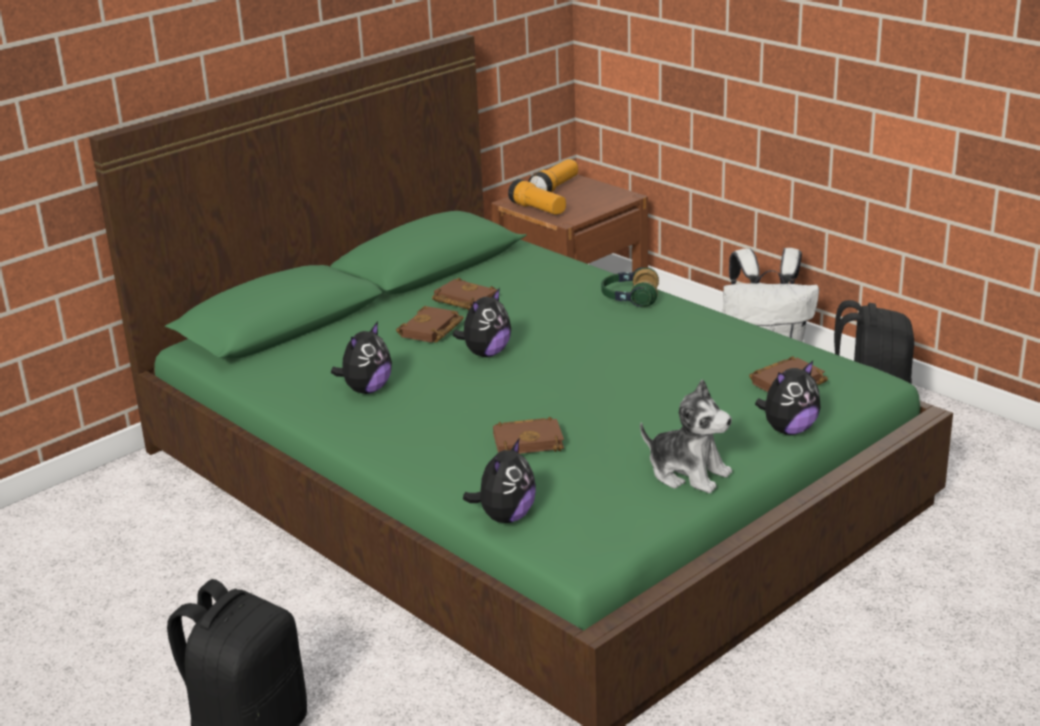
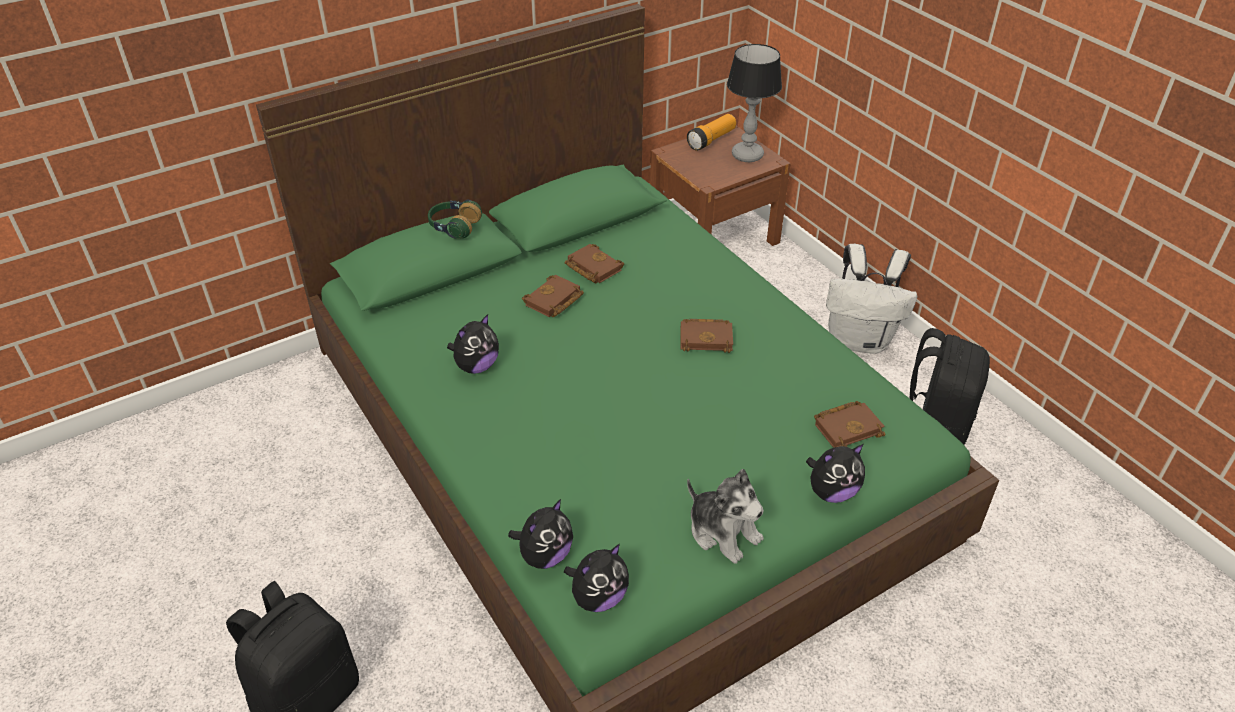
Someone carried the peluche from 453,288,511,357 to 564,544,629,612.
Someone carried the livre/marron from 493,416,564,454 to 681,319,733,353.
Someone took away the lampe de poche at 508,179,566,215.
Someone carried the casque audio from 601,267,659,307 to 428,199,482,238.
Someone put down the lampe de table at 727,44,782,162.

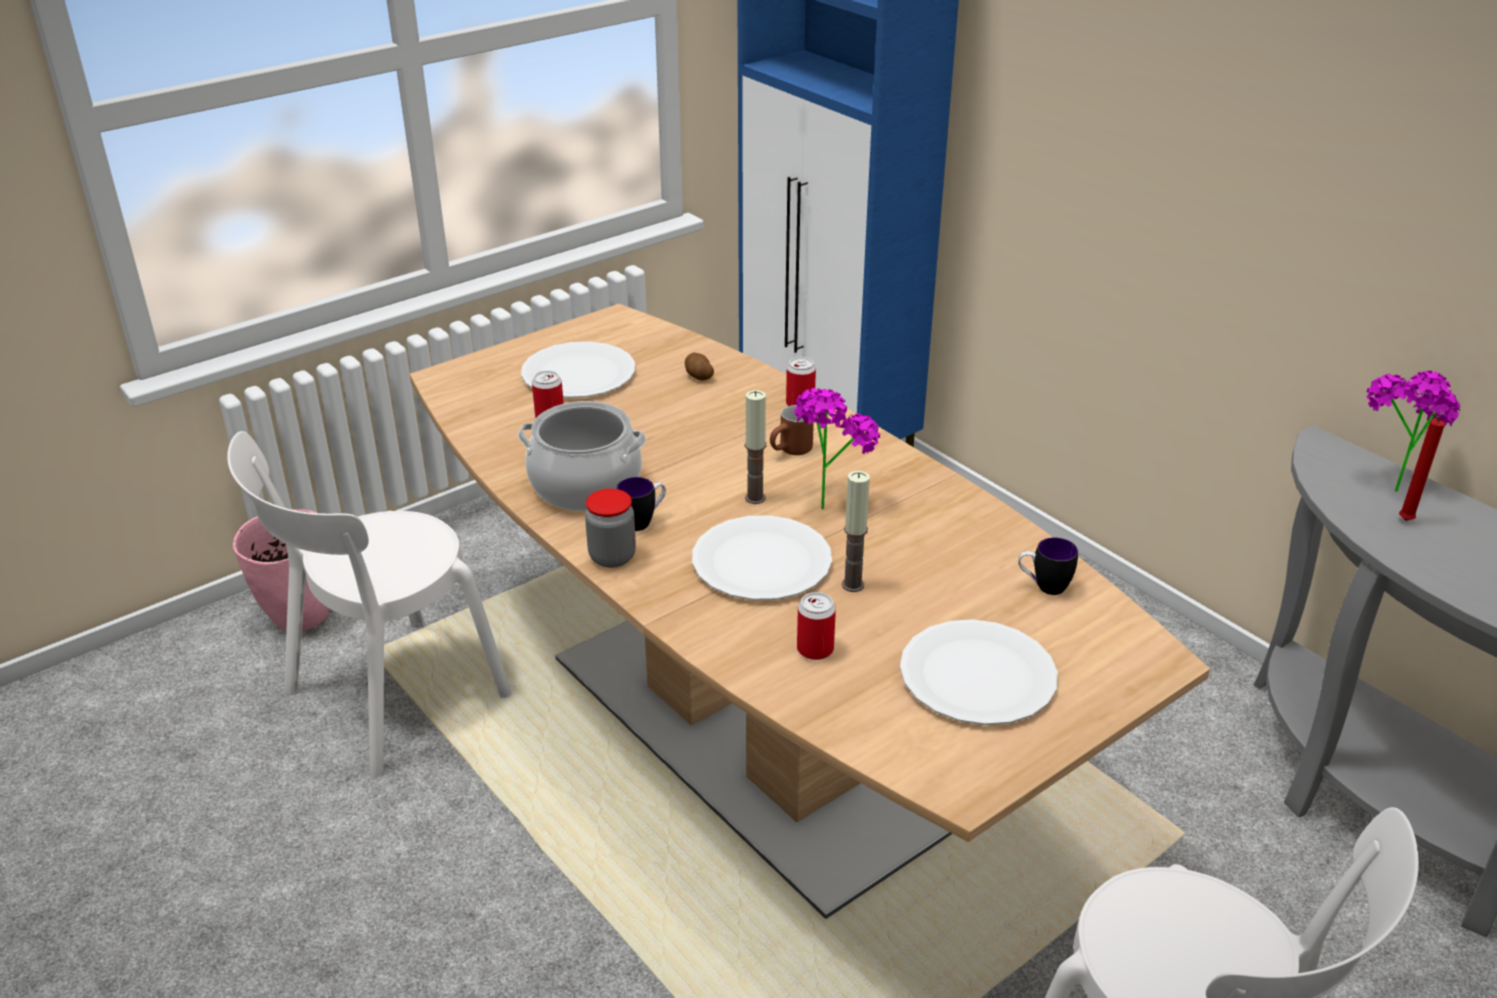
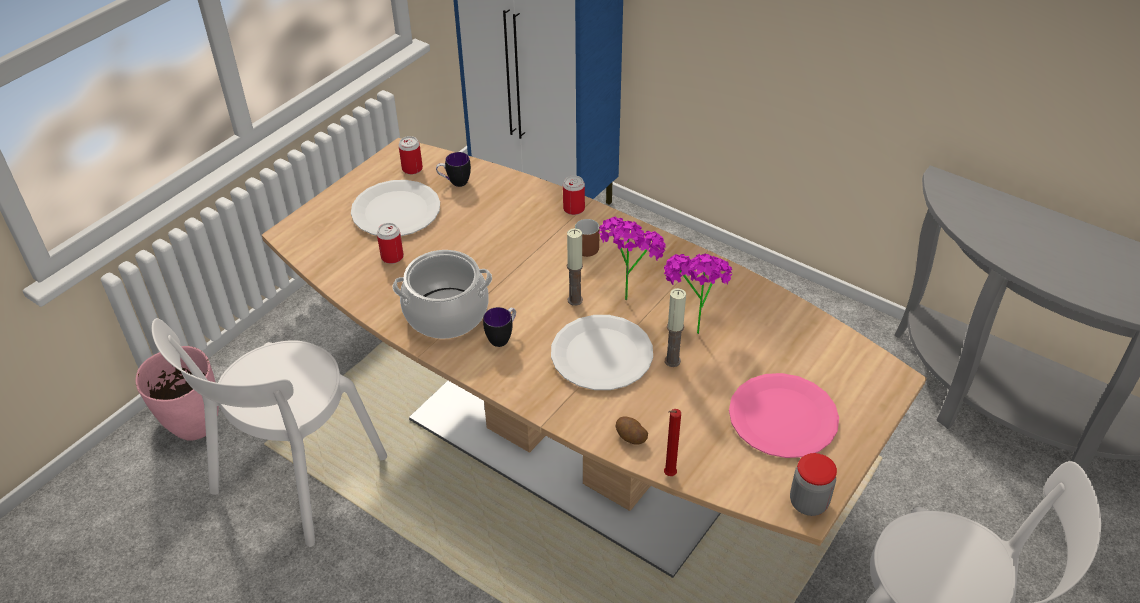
Someone carried the bocal from 585,489,636,568 to 790,453,837,516.
Someone carried the pomme de terre from 685,353,714,381 to 616,416,648,445.
Someone carried the boîte métallique from 797,592,836,660 to 399,136,423,174.
Someone repainted the assiette/blanc at 900,619,1058,725, which became the assiette/rose at 729,373,839,458.
Someone carried the mug from 1018,537,1078,595 to 436,152,471,187.
Someone carried the plante en pot from 1367,371,1460,492 to 664,253,732,334.
Someone carried the bougie/rouge from 1399,414,1445,521 to 664,409,681,476.

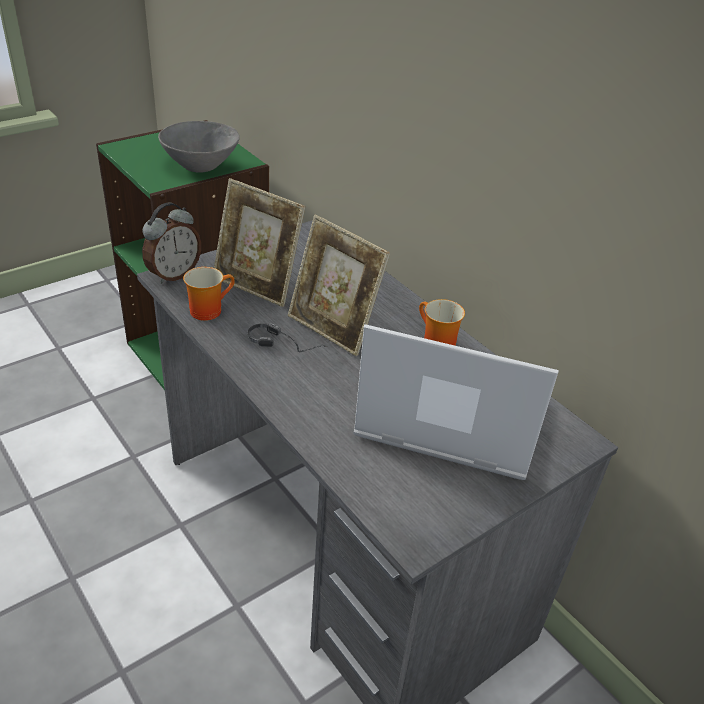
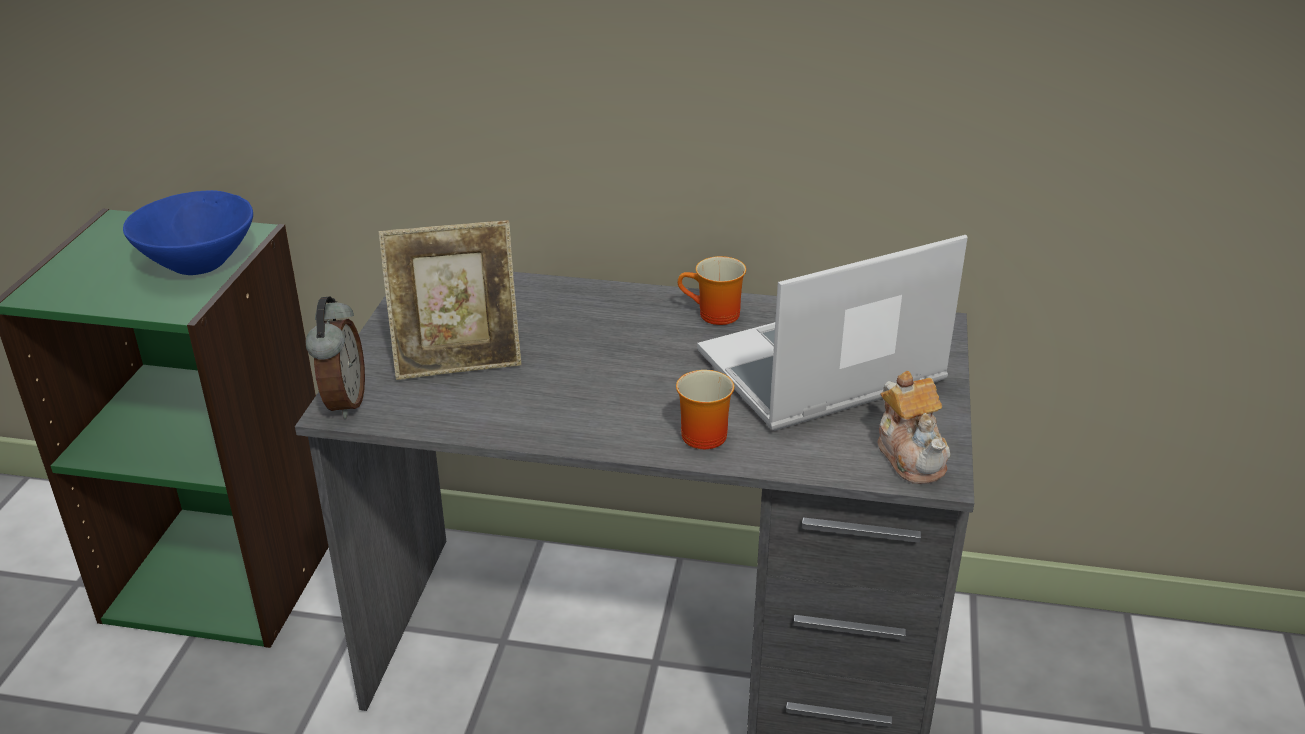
Someone repainted the bol/gris at 158,121,240,173, which became the bol/bleu at 123,190,253,275.
Someone carried the mug from 183,267,235,321 to 676,370,734,449.
Someone took away the casque audio at 248,323,327,352.
Someone took away the cadre photo at 288,215,390,356.
Someone put down the théière at 878,371,950,484.

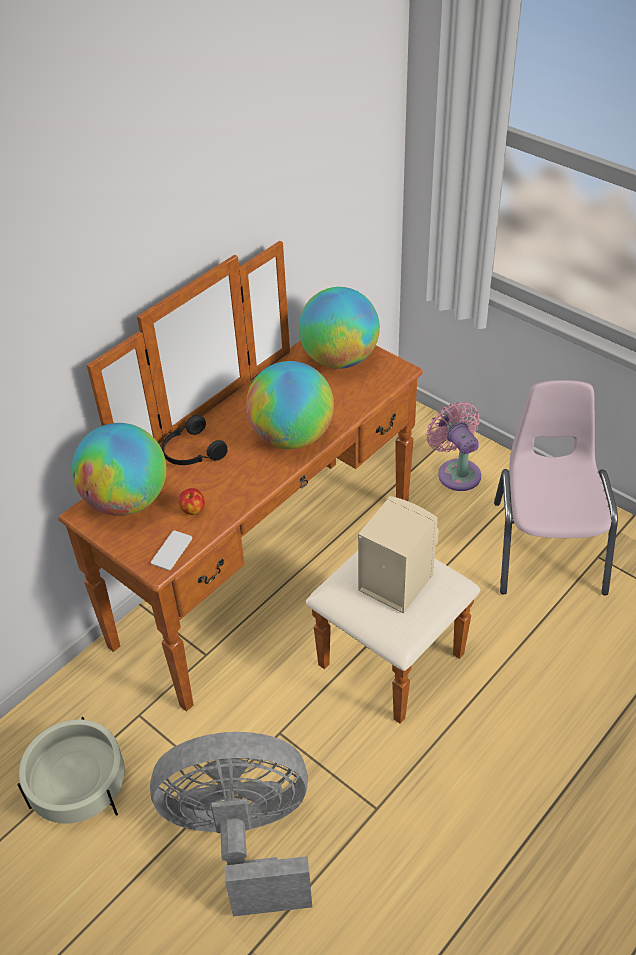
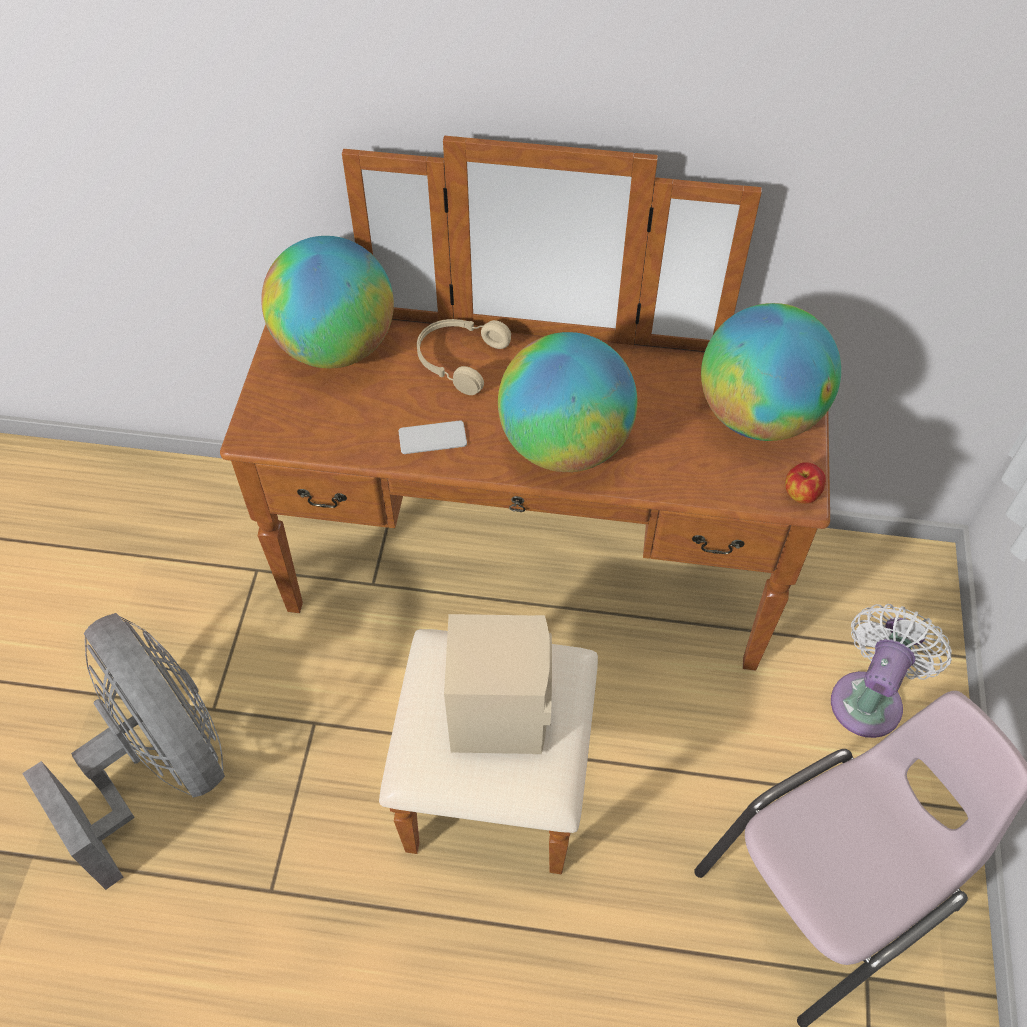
Someone took away the cache-pot/beige at 17,717,125,824.
Someone carried the téléphone from 151,531,192,570 to 398,421,467,454.
Someone repainted the casque audio/noir at 162,415,227,465, which became the casque audio/beige at 417,319,511,395.
Someone carried the pomme from 179,488,205,515 to 785,462,826,504.
Someone repainted the ventilateur/rose at 426,402,481,491, which became the ventilateur/blanc at 831,604,952,738.

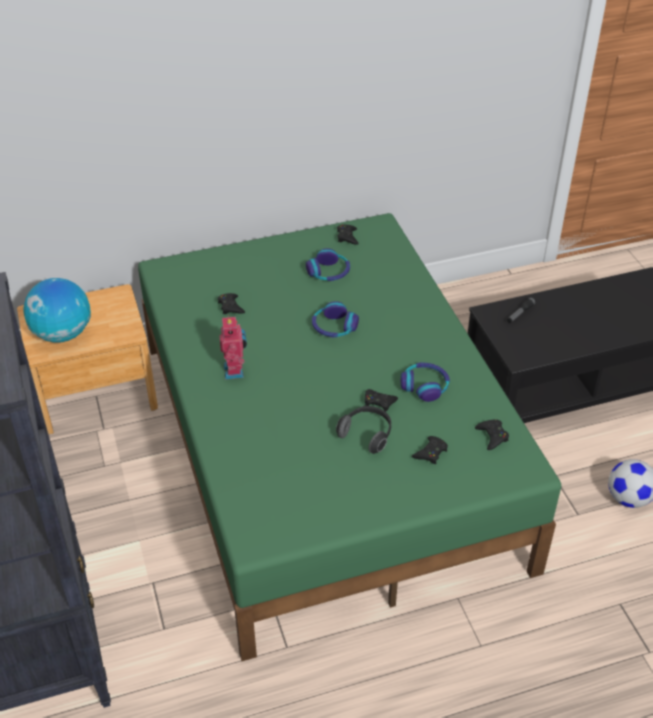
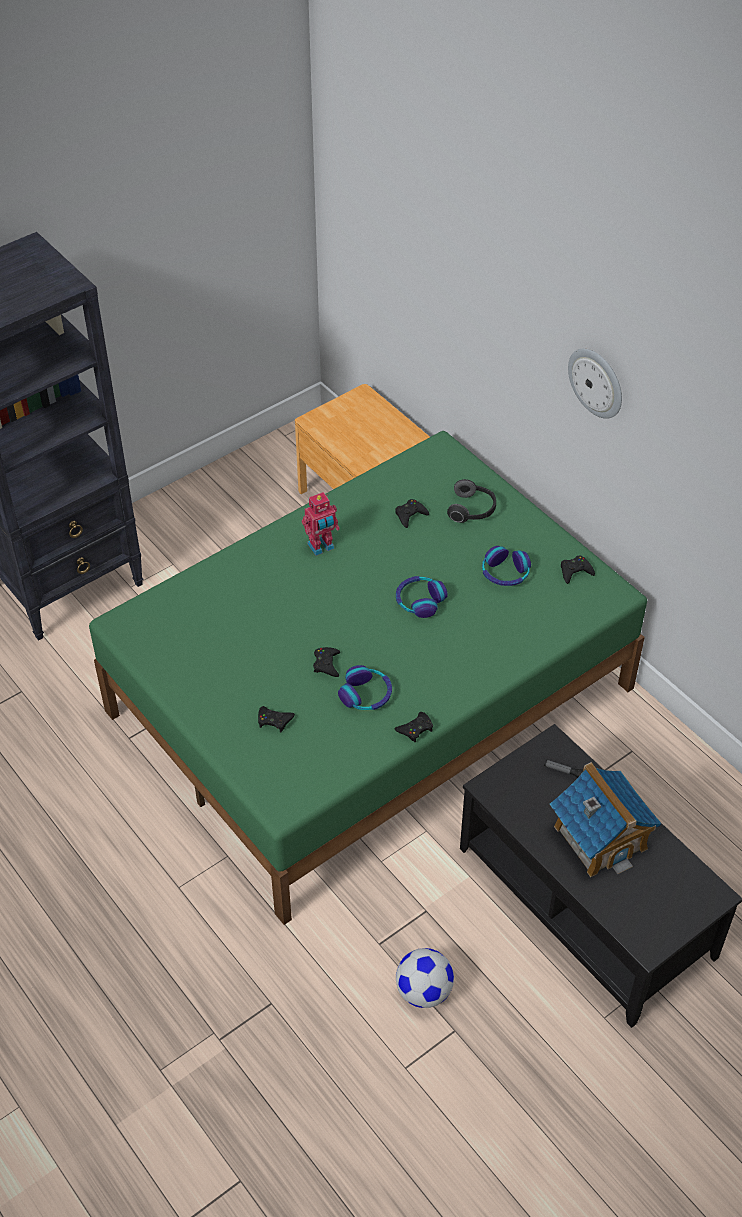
Someone took away the globe at 23,278,91,343.
Someone carried the casque audio from 336,406,391,454 to 447,479,496,523.
Someone carried the manette/noir from 475,419,509,450 to 394,712,433,742.
Someone put down the maison miniature at 550,762,662,877.
Someone put up the horloge murale at 568,348,622,419.

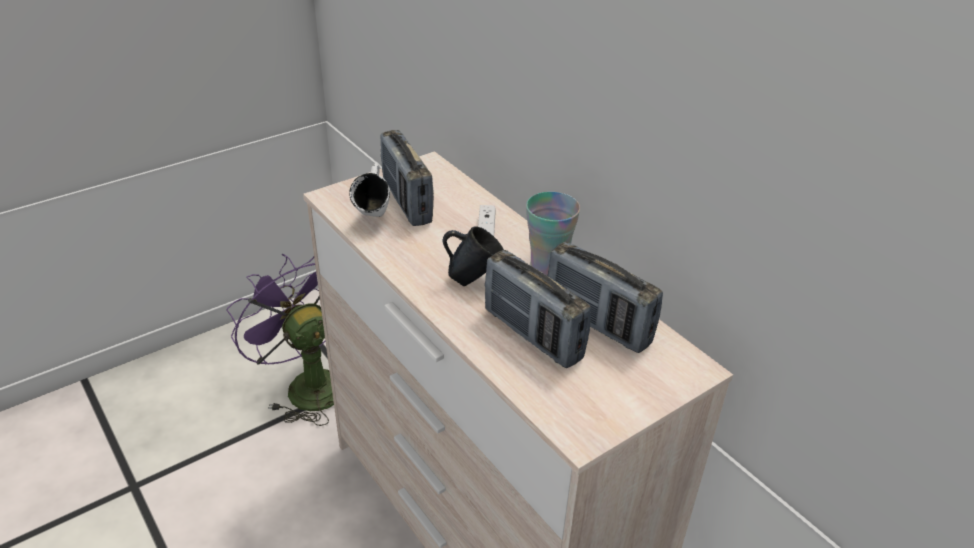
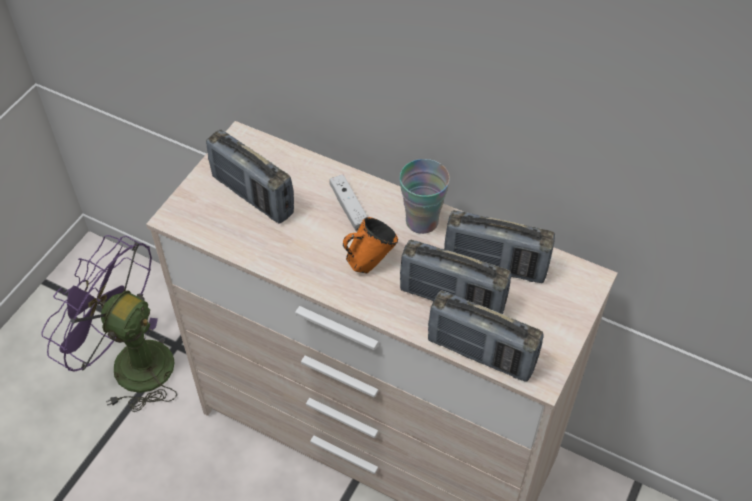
Someone took away the mug/blanc at 349,163,390,217.
Someone repainted the mug/bleu at 442,226,504,286, which became the mug/orange at 343,217,398,273.
Someone put down the radio at 428,290,543,382.

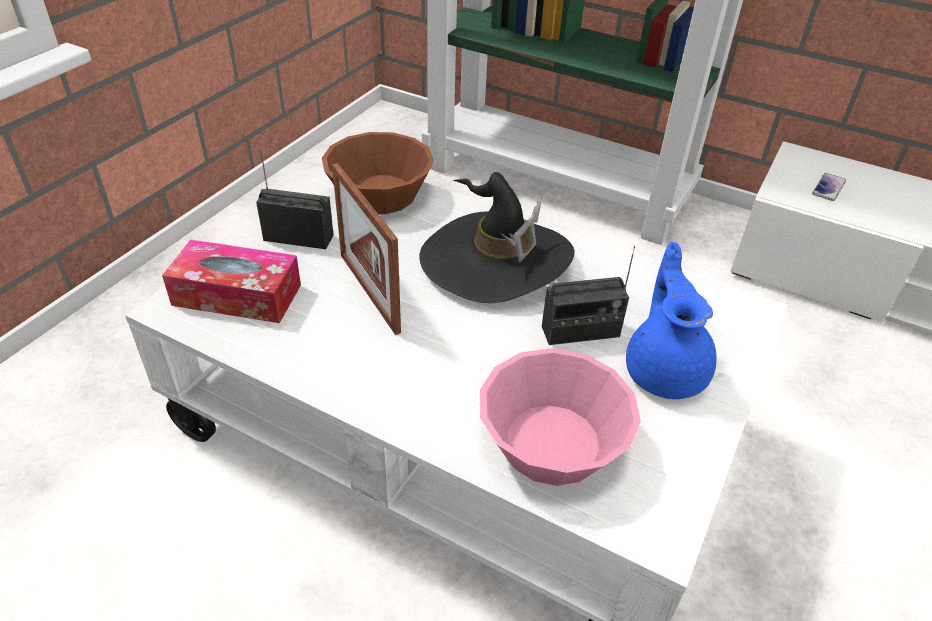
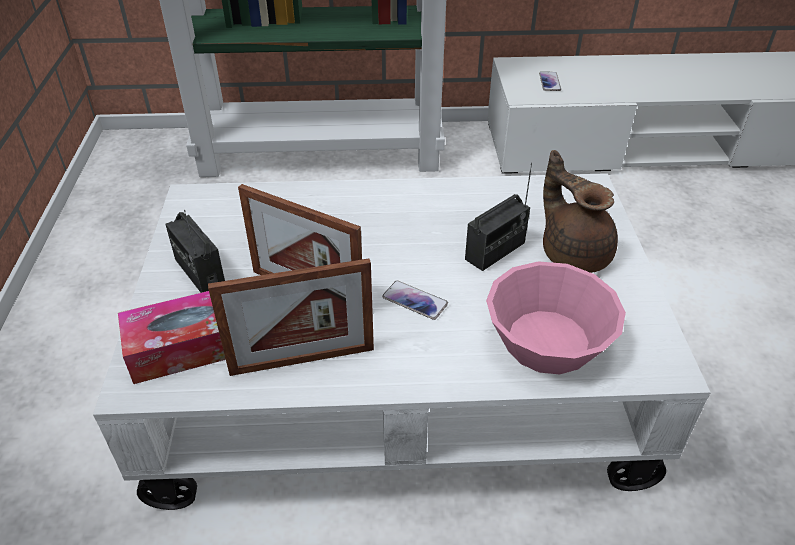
Someone rotated the radio at 256,143,334,249 by 105 degrees counterclockwise.
Someone took away the bol/marron at 322,132,434,214.
Someone took away the chapeau/noir at 419,172,575,303.
Someone repainted the théière/bleu at 626,242,716,399, which became the théière/marron at 543,150,618,273.
Someone put down the cadre photo at 208,258,374,376.
Someone put down the téléphone at 382,281,448,320.

